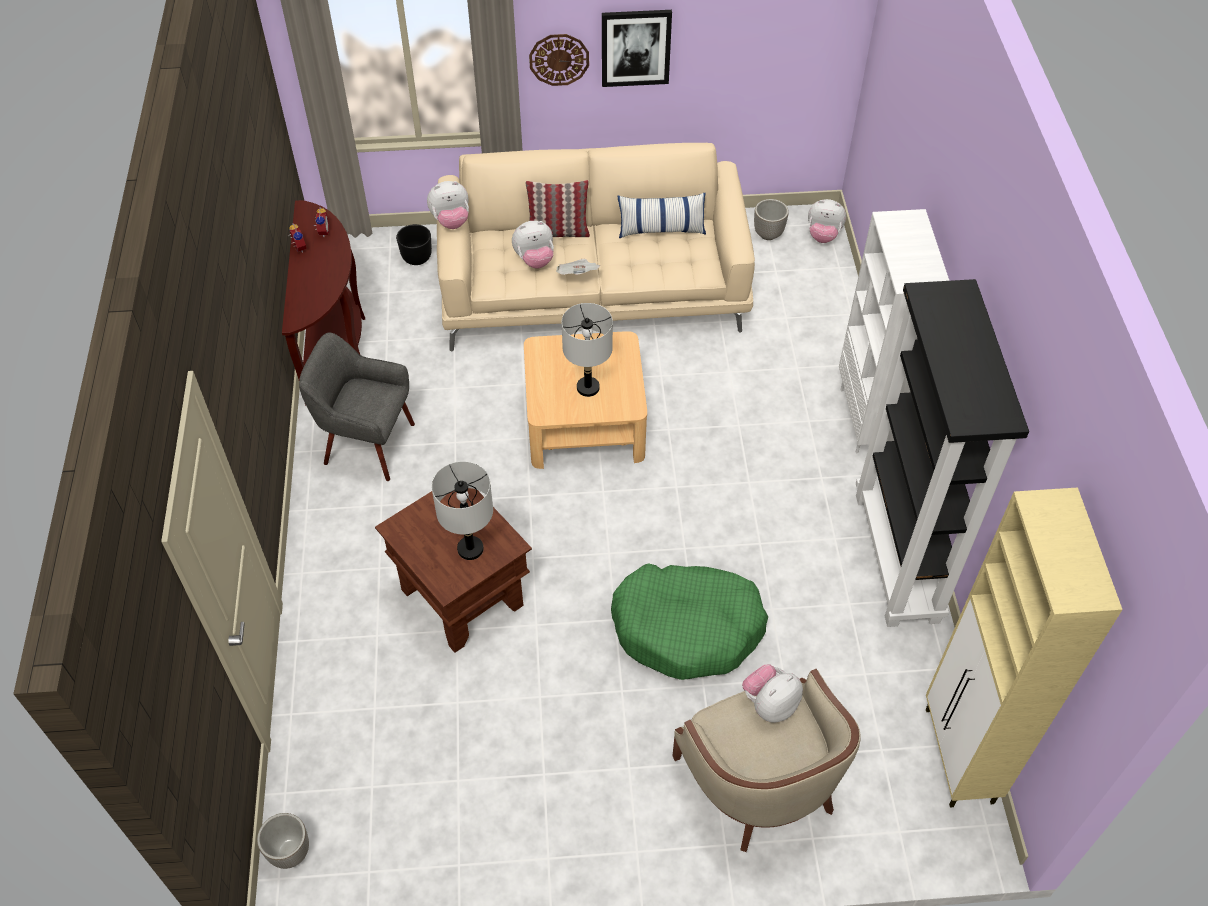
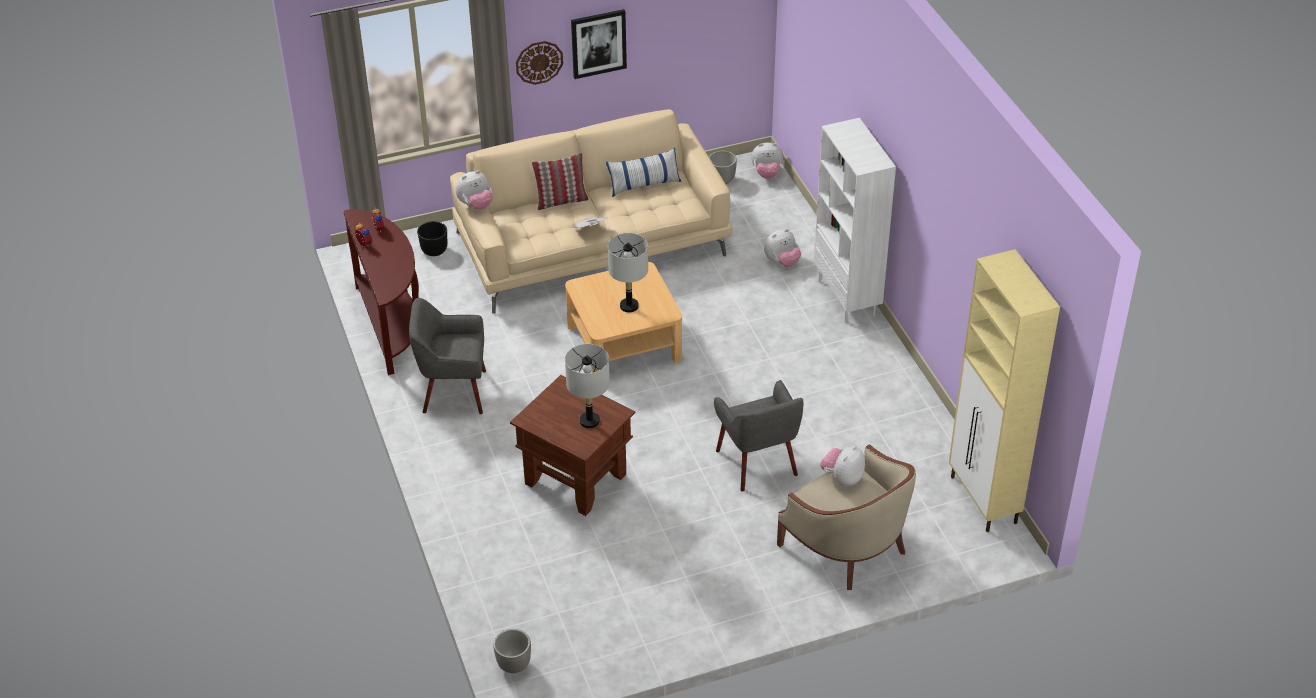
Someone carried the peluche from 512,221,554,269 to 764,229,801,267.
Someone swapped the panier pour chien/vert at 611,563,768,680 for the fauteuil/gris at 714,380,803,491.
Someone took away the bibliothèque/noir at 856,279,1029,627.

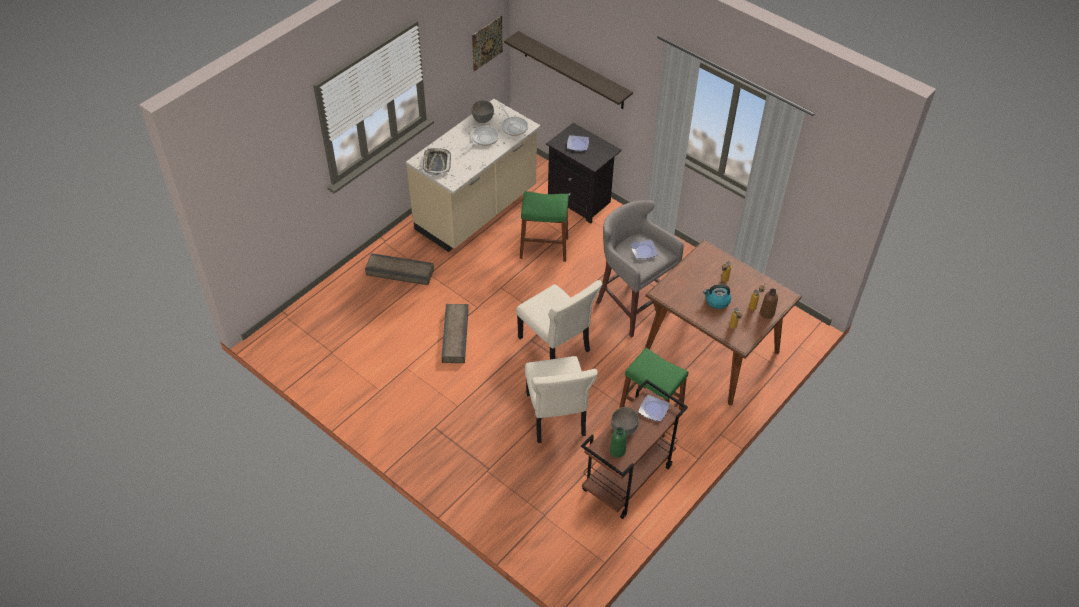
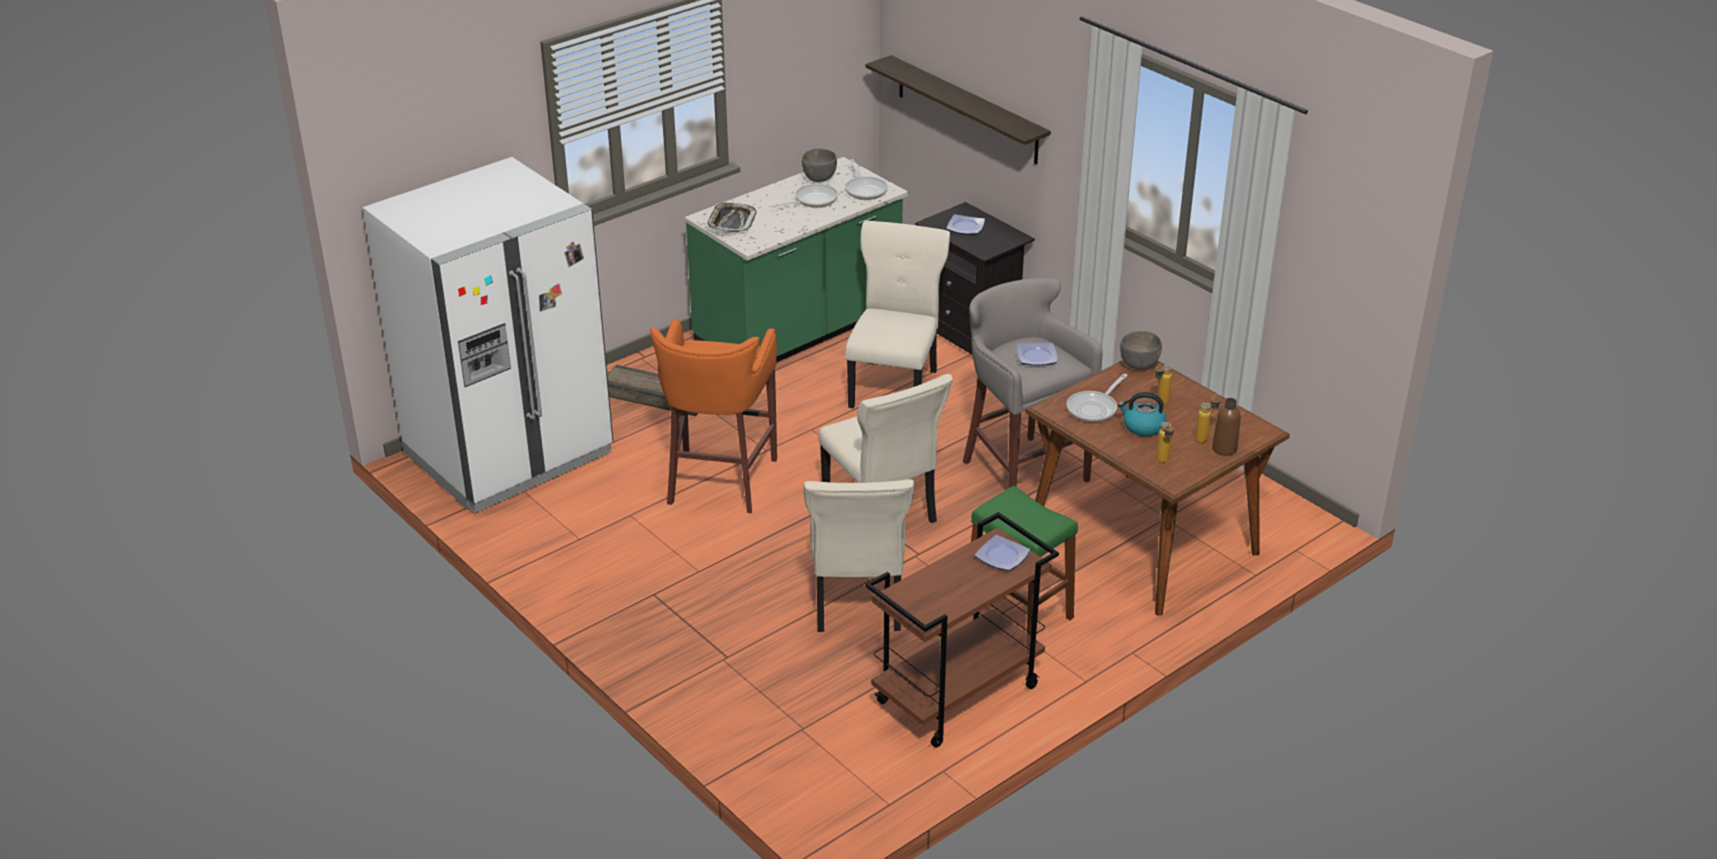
Someone repainted the comptoir de cuisine/beige at 406,99,541,252, which became the comptoir de cuisine/vert at 685,157,908,362.
Someone swapped the caisse at 441,304,468,363 for the tabouret/orange at 650,320,777,513.
Someone took away the tableau at 472,15,503,71.
Someone swapped the tabouret/vert at 520,191,569,262 for the chaise/beige at 845,221,950,408.
Someone took away the bouteille/vert at 610,427,627,458.
Someone carried the bol/gris from 611,407,639,436 to 1120,331,1162,370.
Someone put down the réfrigérateur/blanc at 363,157,613,513.
Someone put down the poêle at 1066,374,1128,422.

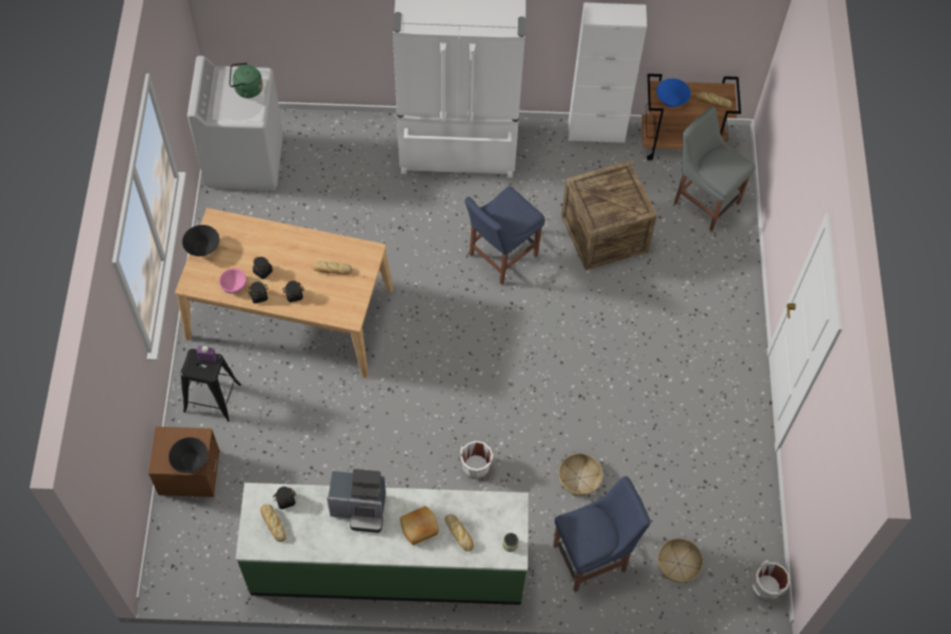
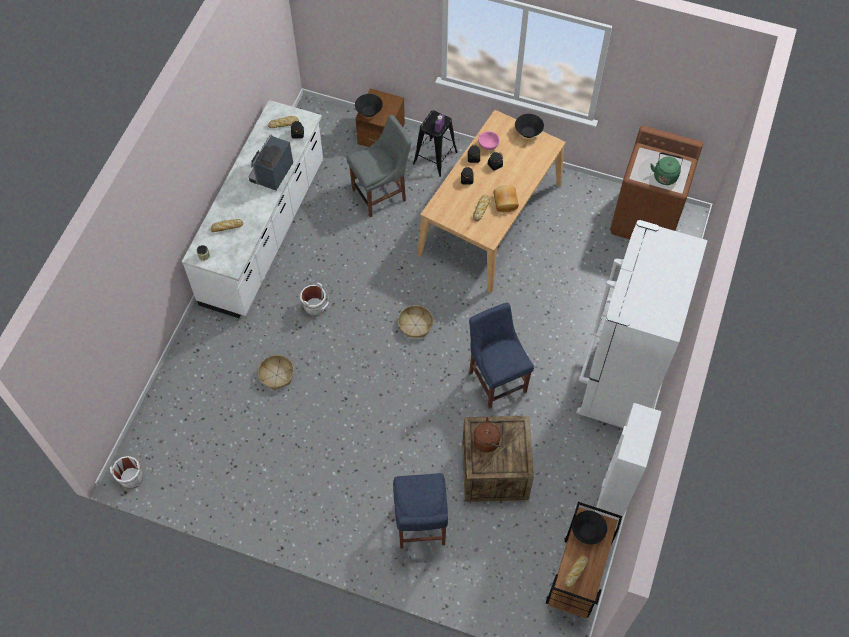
Someone repainted the lave-linge/blanc at 187,56,283,190, which became the lave-linge/marron at 610,126,703,239.
Someone repainted the comptoir de cuisine/vert at 236,483,529,605, which became the comptoir de cuisine/blanc at 182,100,323,318.
Someone carried the pain from 400,506,439,545 to 493,185,519,212.
Someone carried the chaise/bleu from 553,476,651,592 to 393,473,448,548.
Someone repainted the bol/bleu at 656,78,691,107, which became the bol/noir at 572,511,607,545.
Someone carried the panier from 658,538,703,583 to 398,305,433,338.
Someone carried the chaise/gris from 674,107,756,231 to 346,115,412,218.
Someone put down the bouilloire/marron at 473,417,503,453.

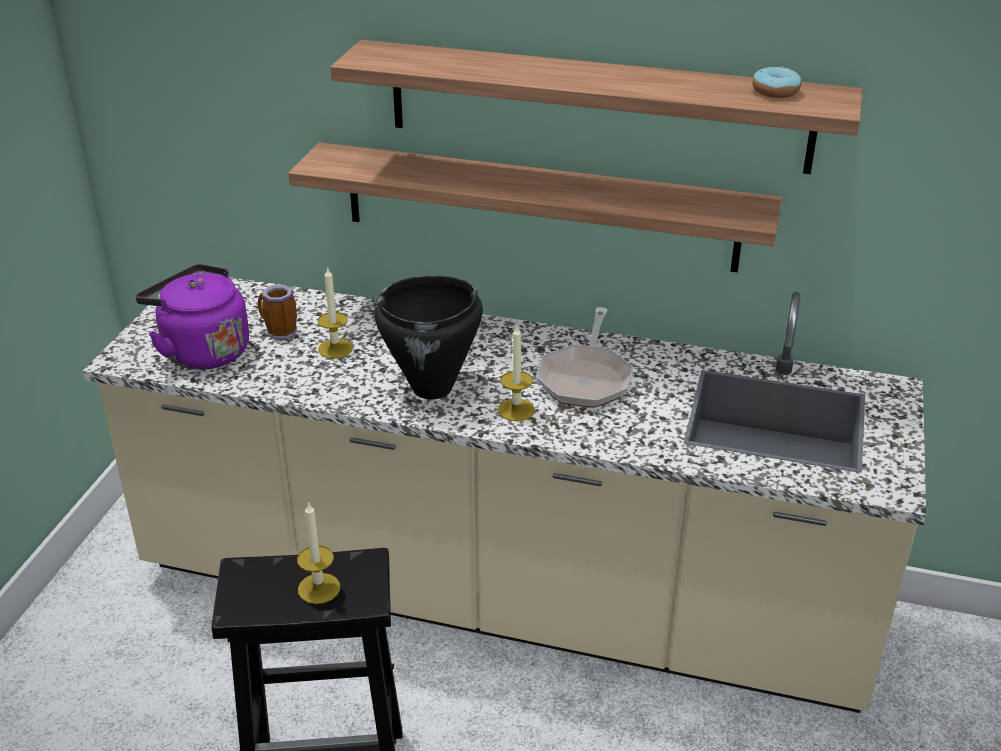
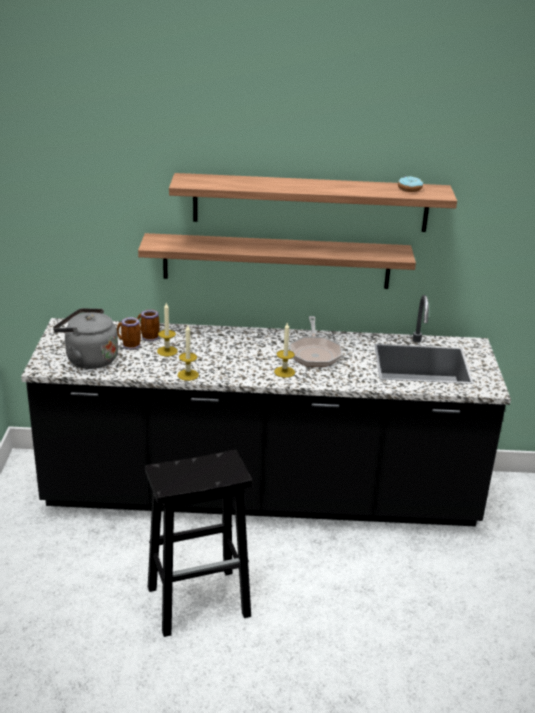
Someone repainted the comptoir de cuisine/beige at 83,272,926,713, which became the comptoir de cuisine/noir at 21,295,511,526.
Someone repainted the bouilloire/violet at 135,264,249,370, which became the bouilloire/gris at 53,308,118,369.
Someone carried the bougie from 297,501,340,604 to 178,325,199,381.
Someone took away the marmite/noir at 375,276,483,400.
Someone put down the mug at 137,310,160,341.

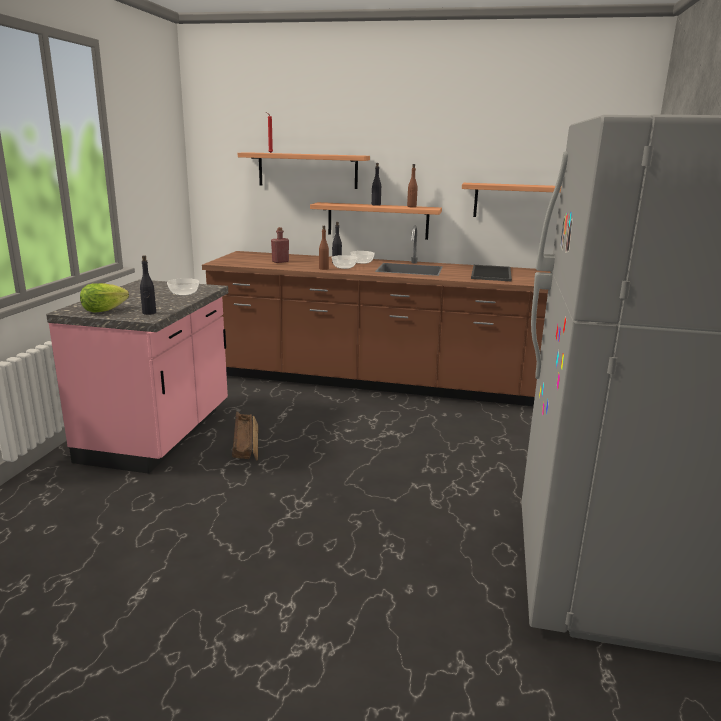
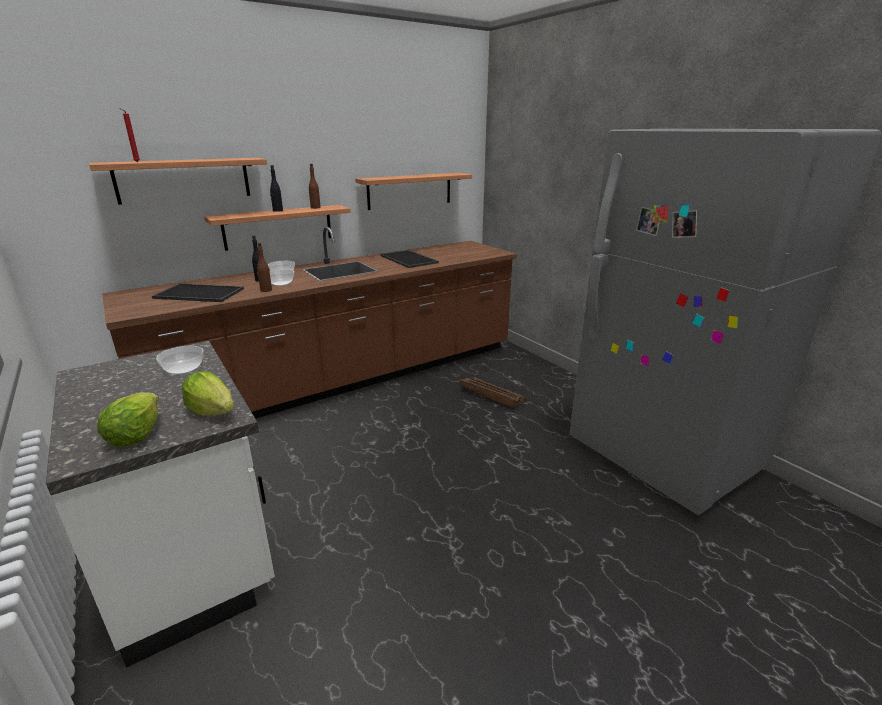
Someone repainted the comptoir de cuisine/rose at 46,280,228,474, which became the comptoir de cuisine/blanc at 46,341,275,668.
Someone swapped the bouteille/noir at 140,255,156,315 for the laitue at 182,371,234,416.
Someone carried the caisse from 232,411,258,460 to 460,377,525,408.
Someone swapped the bouteille/rouge at 271,227,289,263 for the plateau at 152,284,244,302.

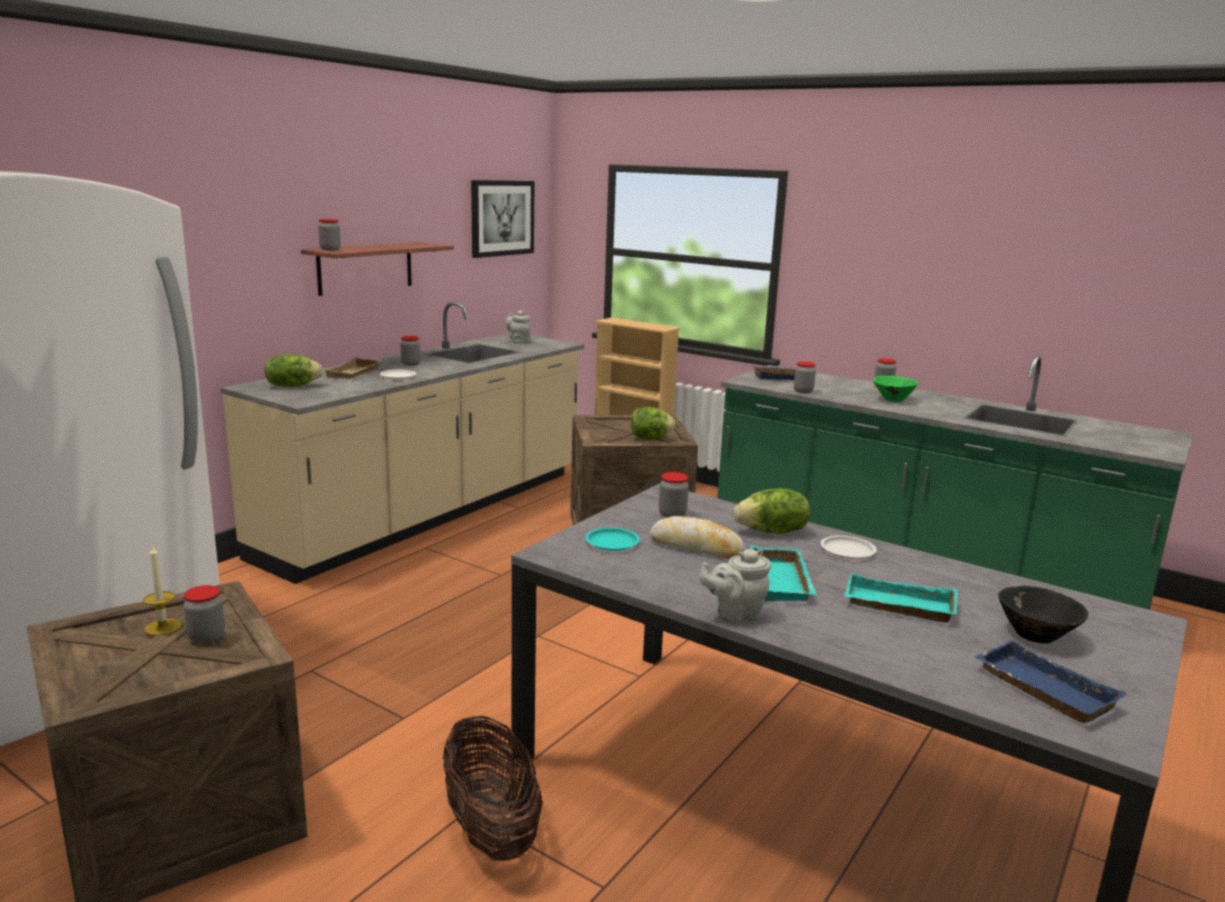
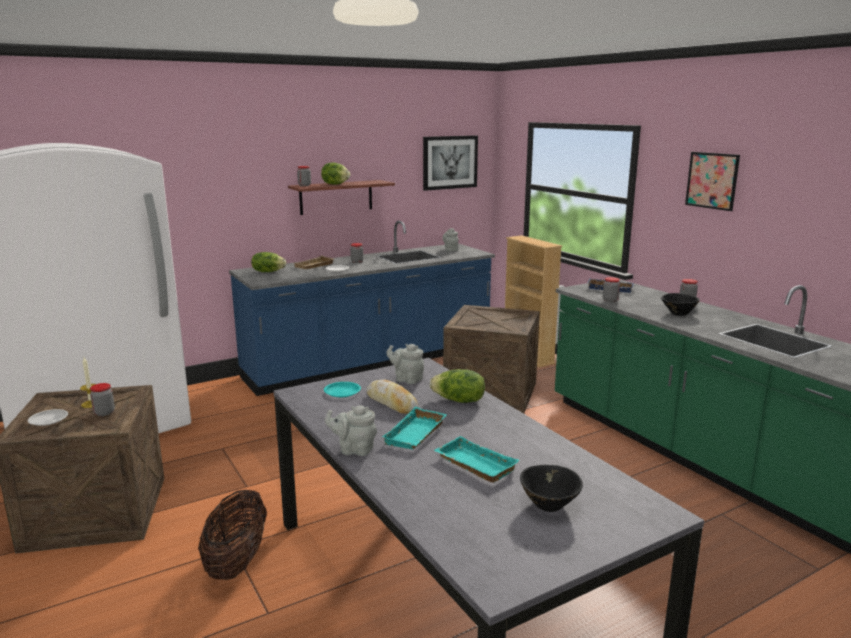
Someone repainted the comptoir de cuisine/beige at 220,301,584,584, which became the comptoir de cuisine/bleu at 229,221,495,396.
Someone carried the laitue from 631,407,675,439 to 321,162,350,185.
Someone swapped the bocal at 659,472,689,518 for the théière/gris at 386,344,424,384.
Someone carried the assiette/blanc from 821,536,876,559 to 28,409,68,426.
Someone repainted the bol/vert at 873,376,918,402, which became the bol/noir at 661,293,700,316.
Someone took away the plateau/bleu at 974,640,1127,723.
Someone put up the tableau at 685,152,740,211.

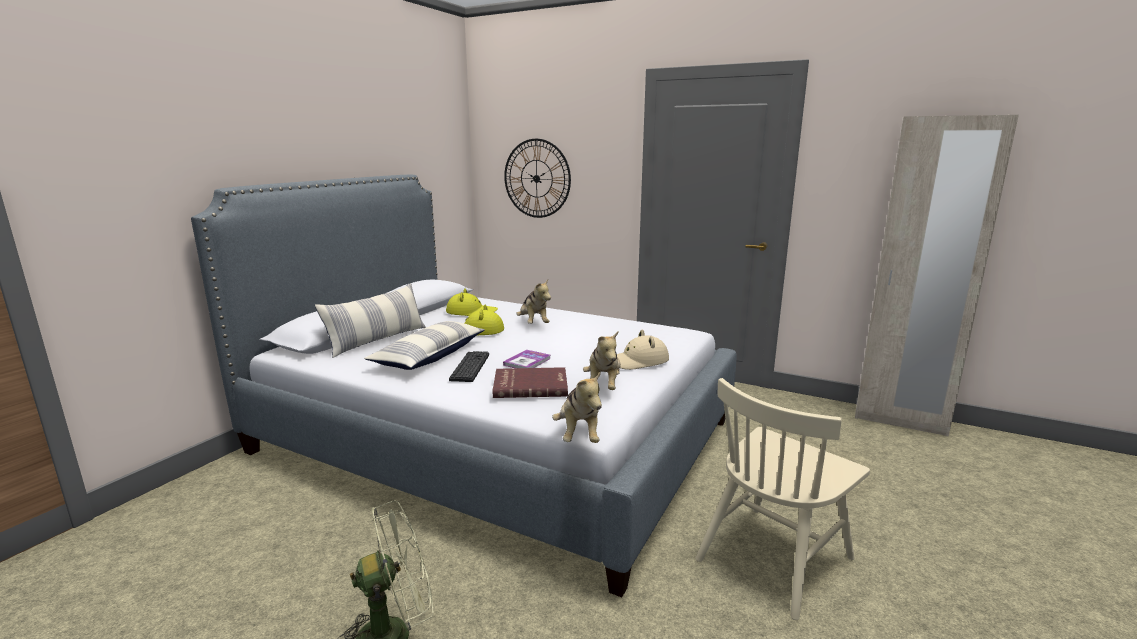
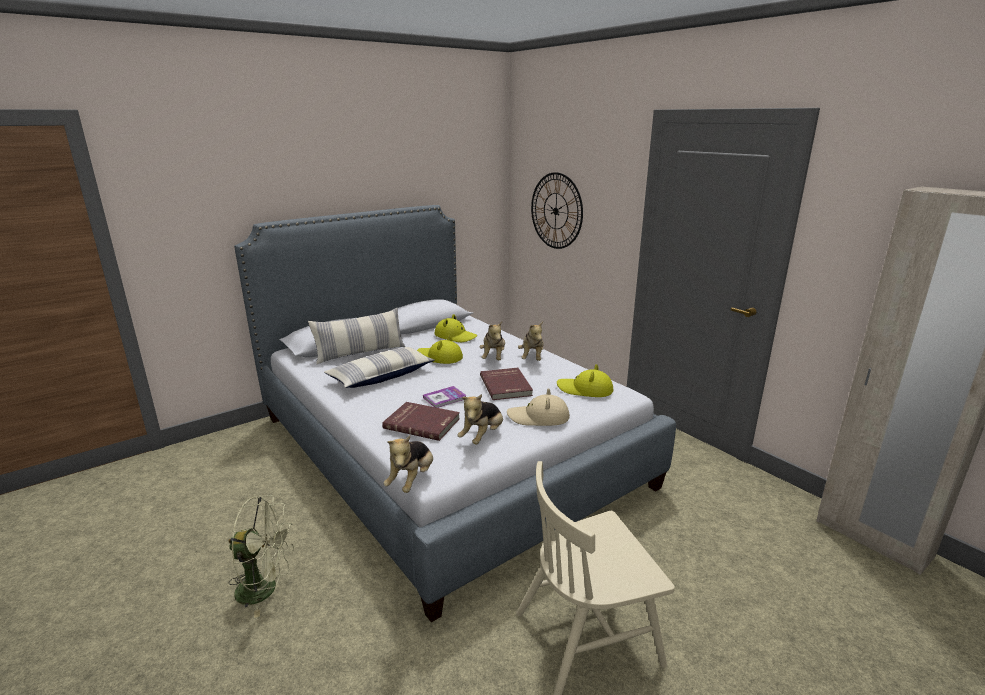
Someone took away the clavier at 449,351,489,382.
Someone put down the livre/rouge at 480,368,533,400.
Someone put down the peluche at 518,322,544,361.
Someone put down the chapeau/jaune at 557,364,613,397.

